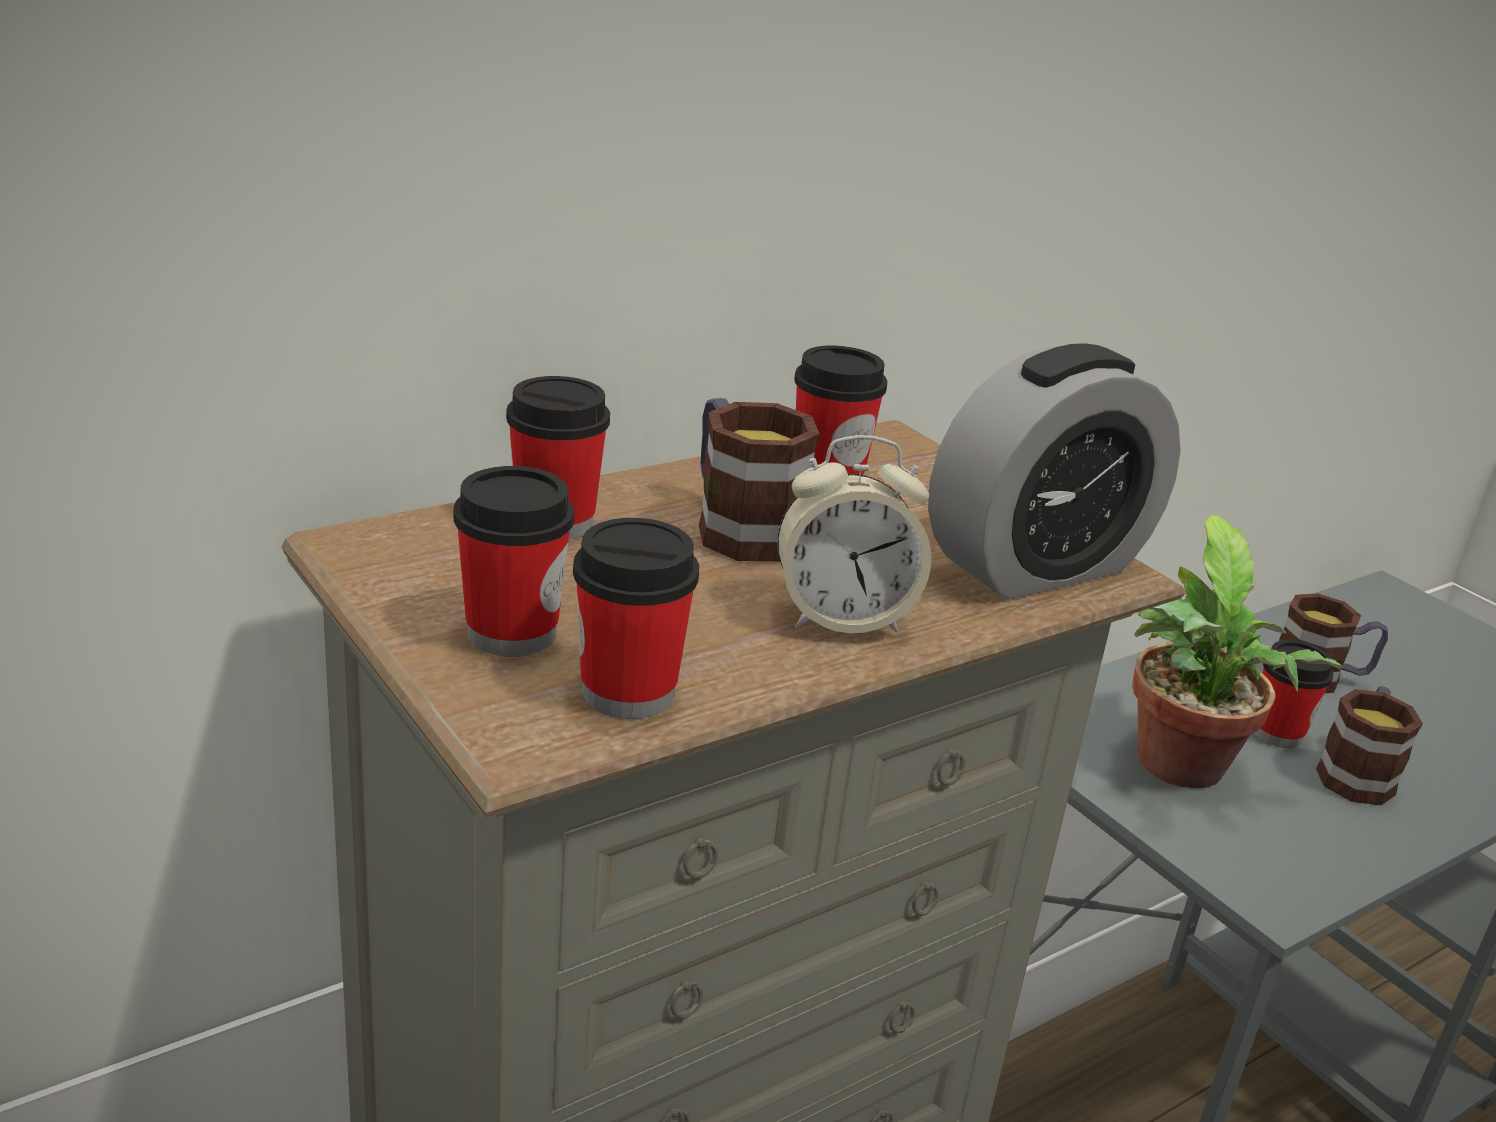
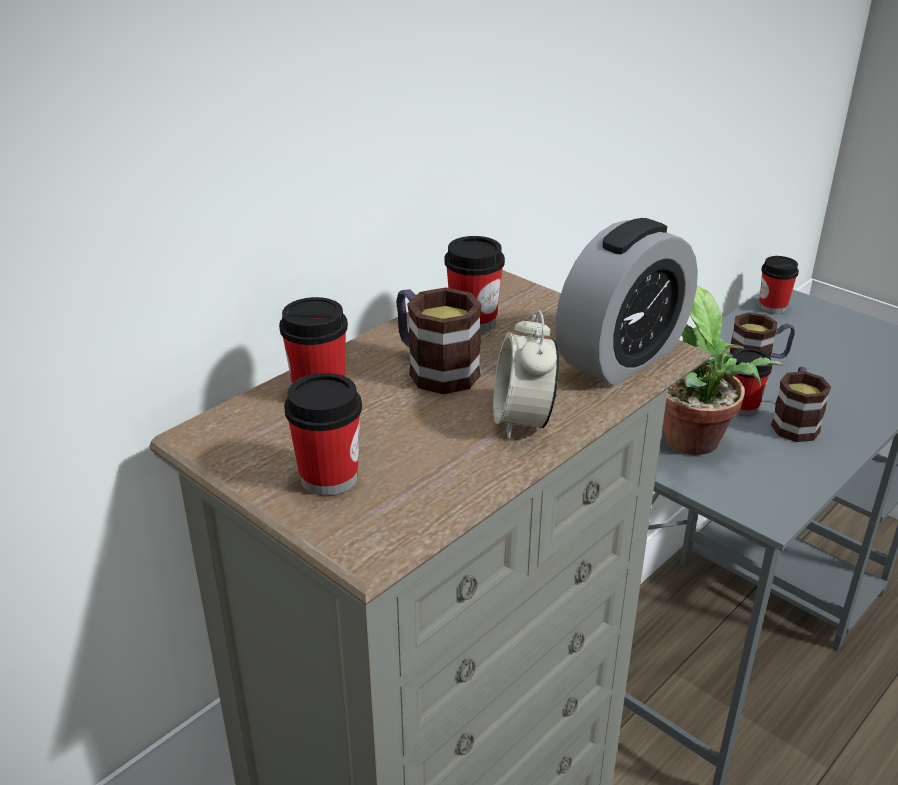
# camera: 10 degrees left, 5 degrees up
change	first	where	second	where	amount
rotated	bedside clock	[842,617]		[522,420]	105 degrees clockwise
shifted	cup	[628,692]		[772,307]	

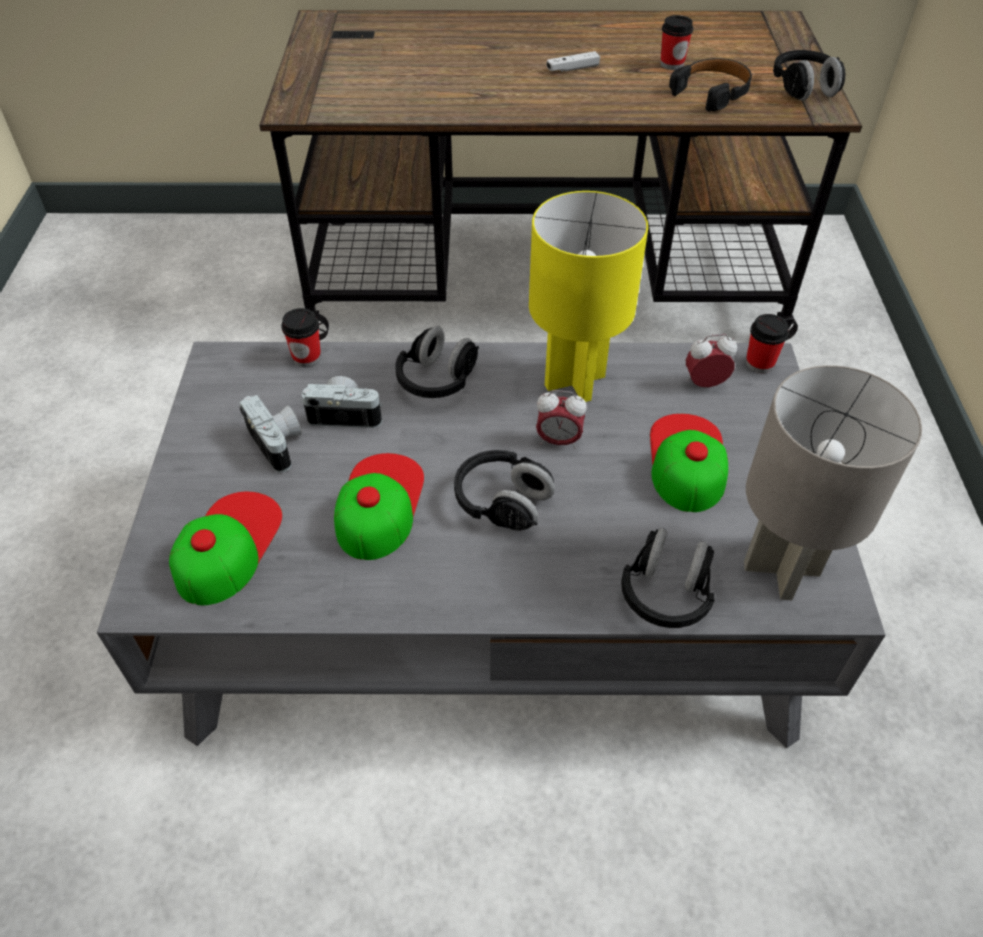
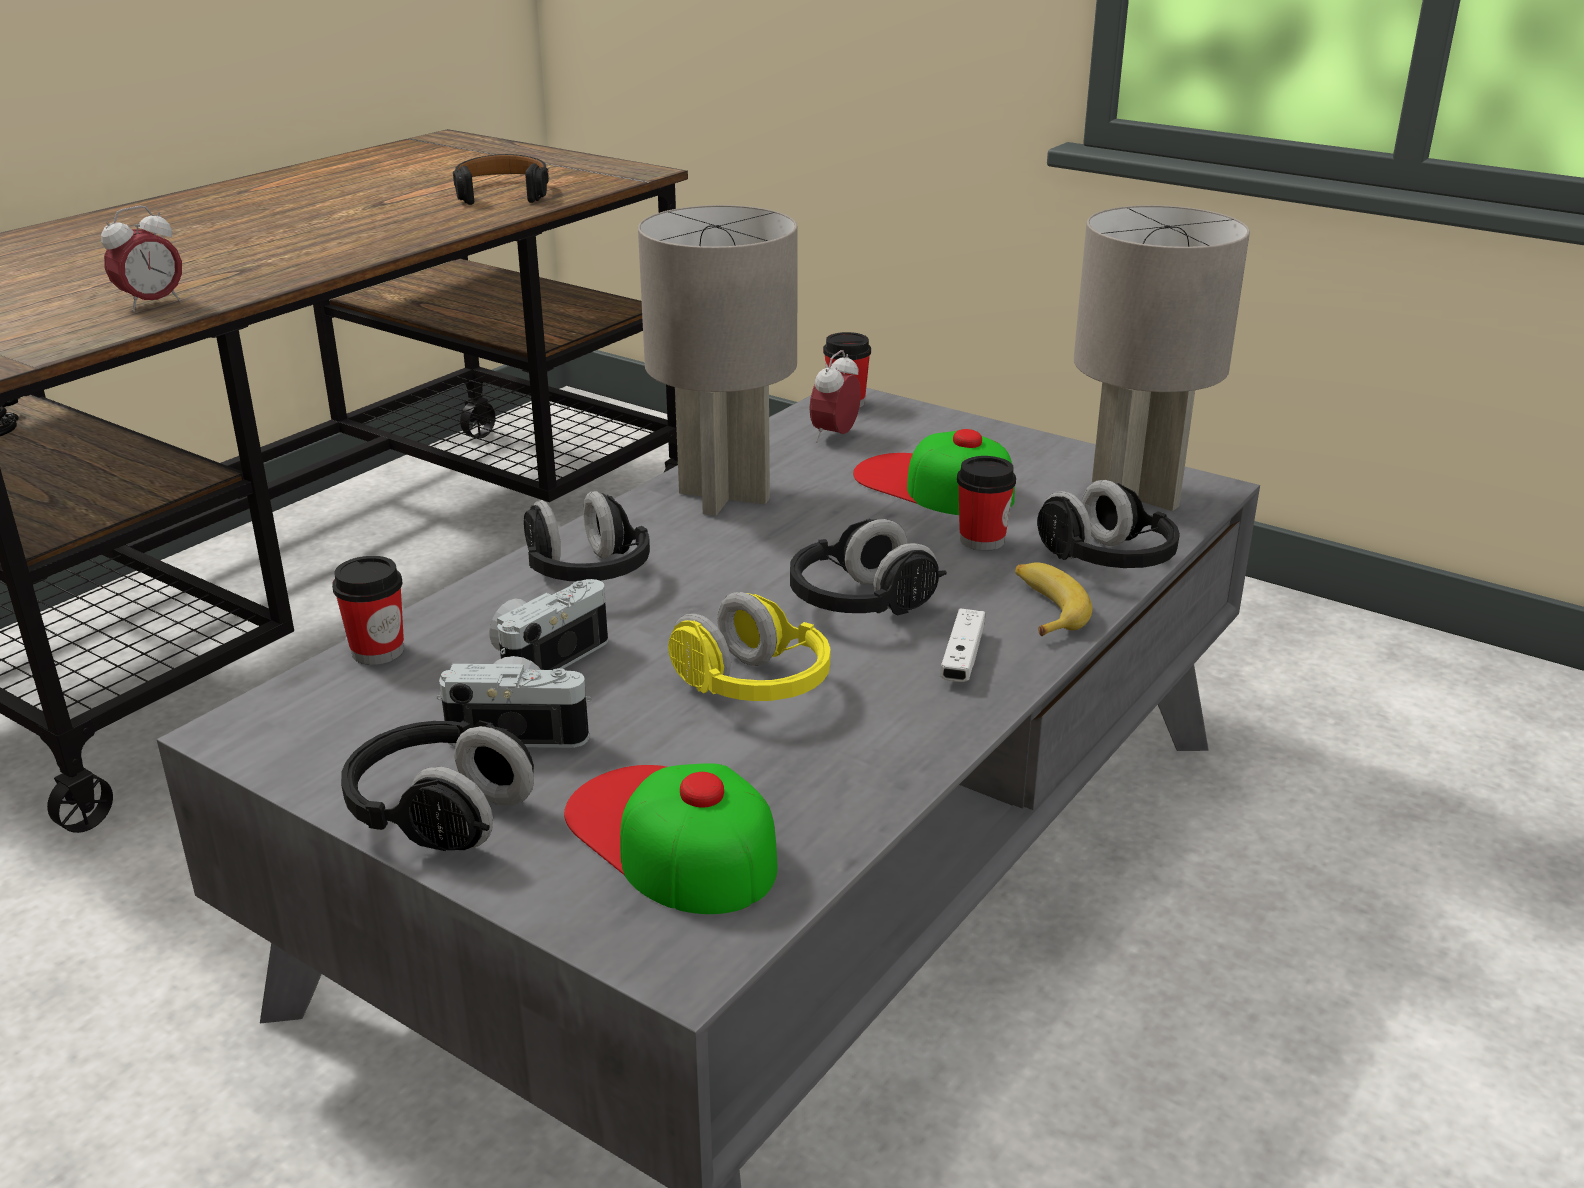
# camera: 55 degrees left, 20 degrees down
change	first	where	second	where	amount
shifted	cup	[672,64]		[982,540]	
shifted	blackish headphones	[803,89]		[440,815]	
shifted	whitish joypad	[572,69]		[962,658]	
repainted	yellowish table lamp	[576,381]	gray table lamp	[726,495]	
shifted	bedside clock	[558,441]		[152,304]	
swapped	peaked cap	[378,504]	yellowish headphones	[752,687]	
new			banana fruit	[1045,609]	

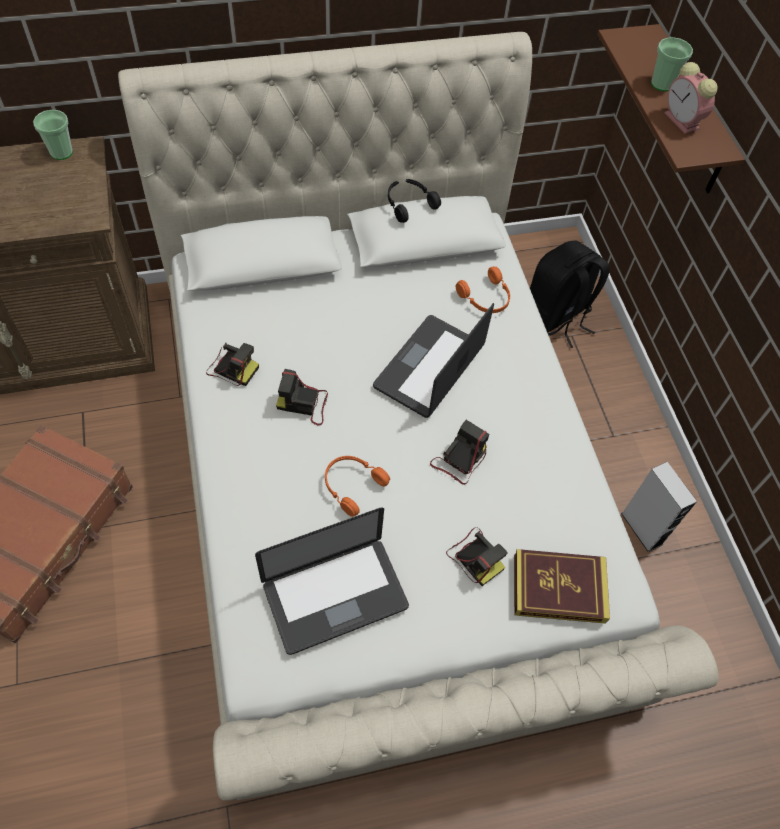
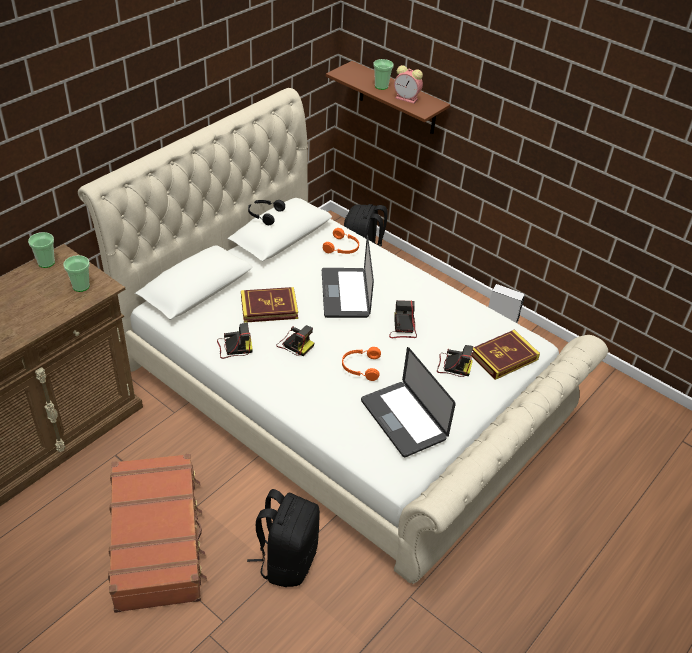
# camera: 35 degrees left, 15 degrees down
change	first	where	second	where	amount
rotated	photo camera	[304,404]		[295,344]	120 degrees counterclockwise
rotated	laptop	[335,596]		[403,419]	120 degrees clockwise
new			cup	[81,286]	
new			book	[269,308]	
new			blackish knapsack	[287,560]	

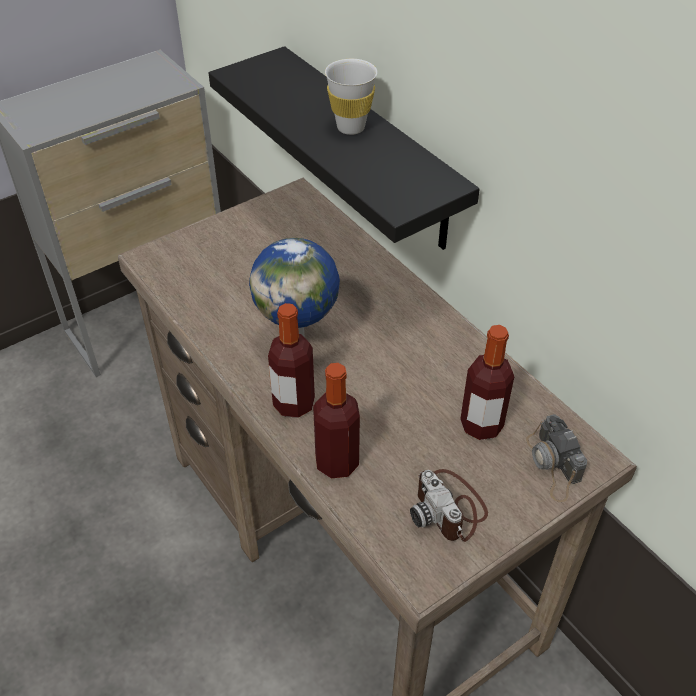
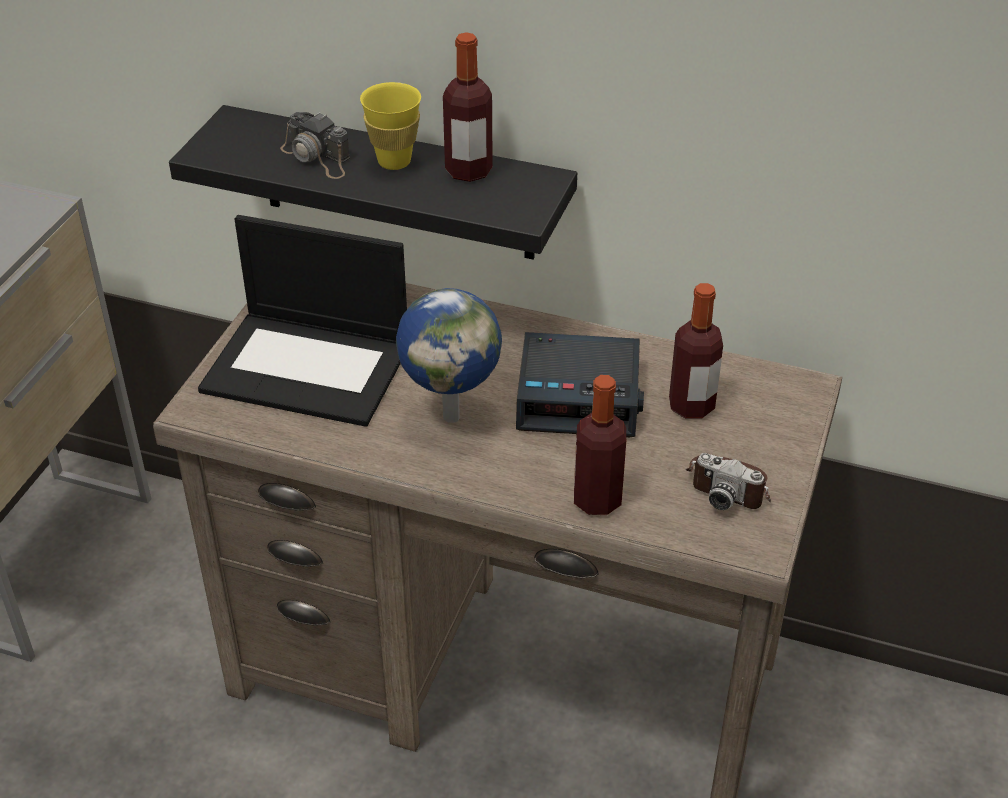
# camera: 35 degrees left, 5 degrees down
change	first	where	second	where	amount
repainted	whitish cup	[350,127]	yellowish cup	[394,161]	
shifted	beverage bottle	[294,403]		[468,171]	
shifted	photo camera	[553,465]		[317,157]	
new			laptop	[309,367]	
new			bedside clock	[580,396]	

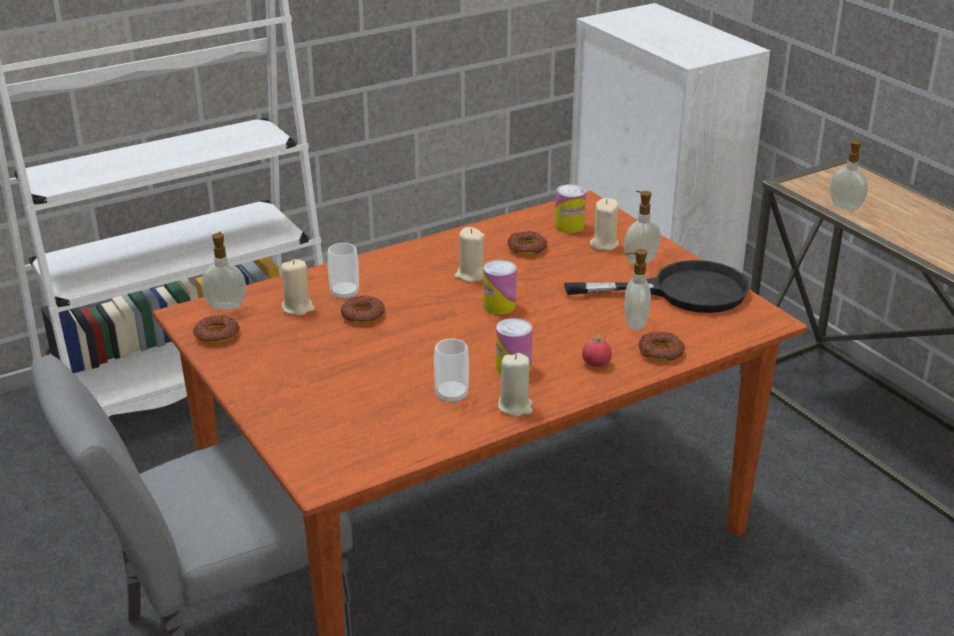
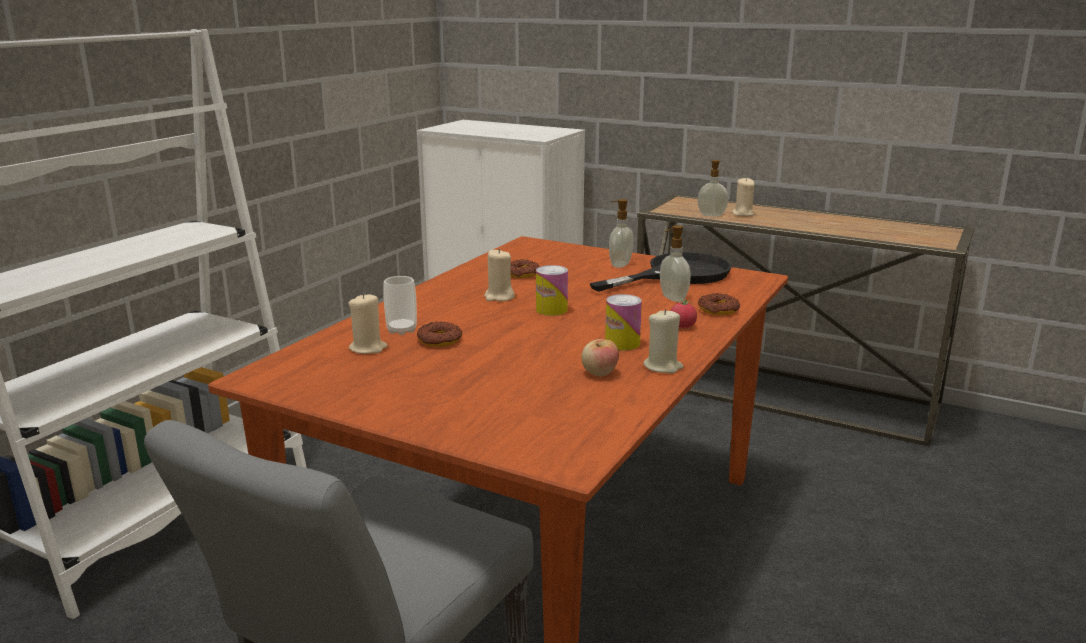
# camera: 30 degrees left, 10 degrees down
change	first	where	second	where	amount
gone	can	[569,226]			
shifted	beige wax candle	[604,244]		[742,214]	
gone	soap dispenser	[226,306]			
gone	donut	[217,335]			
swapped	cup	[451,396]	whole apple	[599,373]	

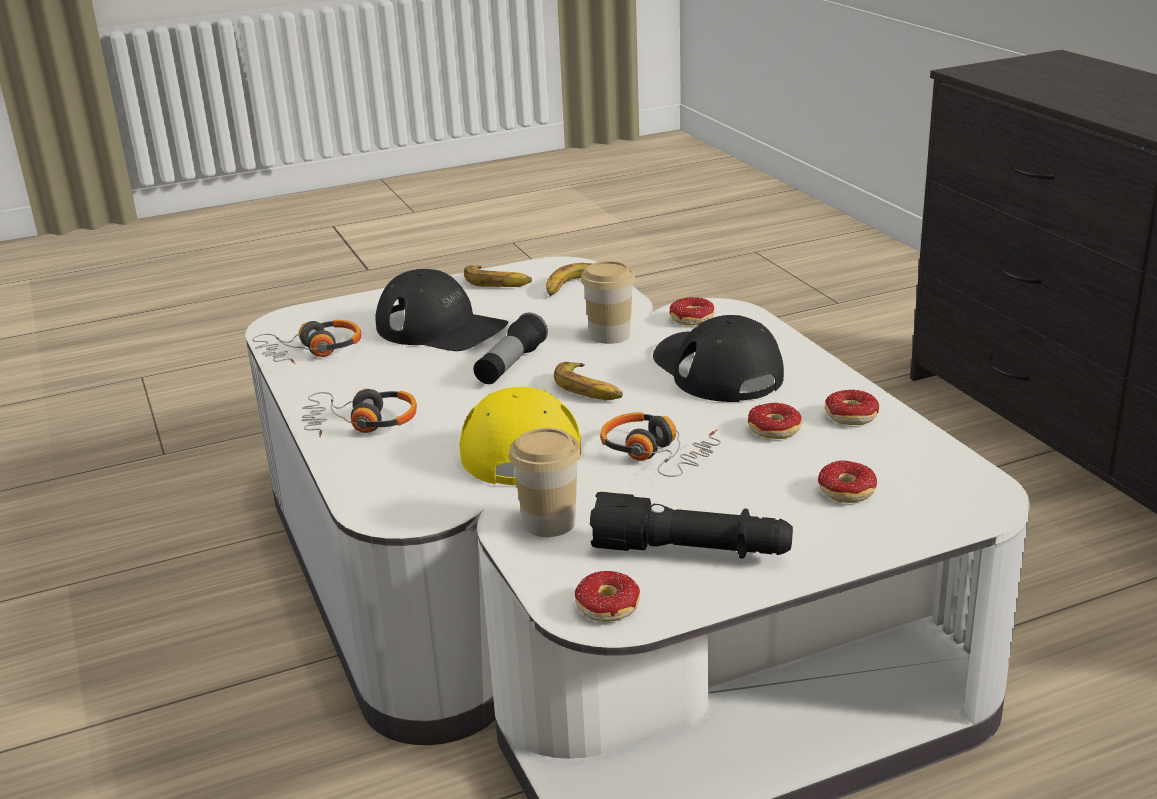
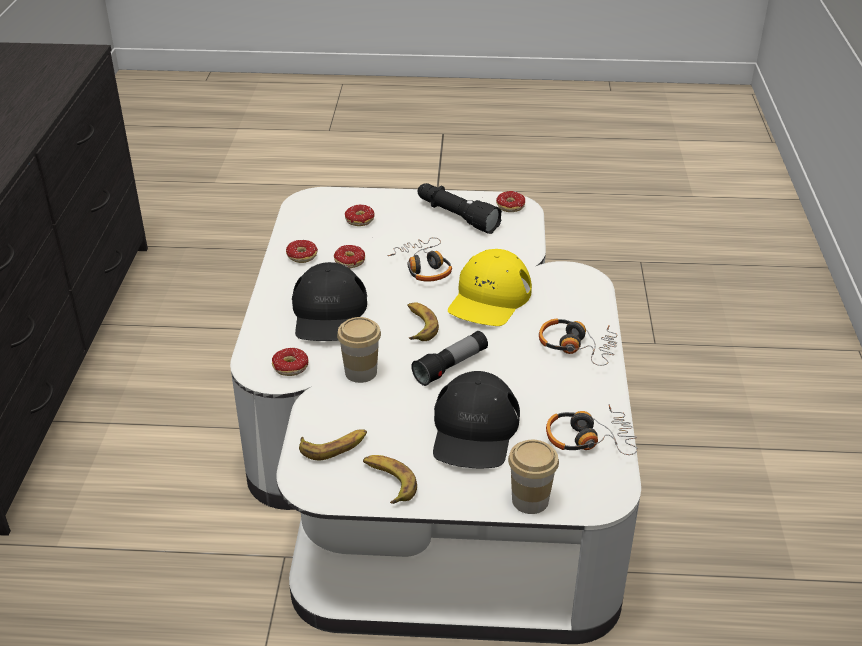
# camera: 155 degrees left, 10 degrees up
change	first	where	second	where	amount
rotated	blackish peaked cap	[441,328]		[474,430]	135 degrees counterclockwise
shifted	cup	[549,522]		[530,500]	

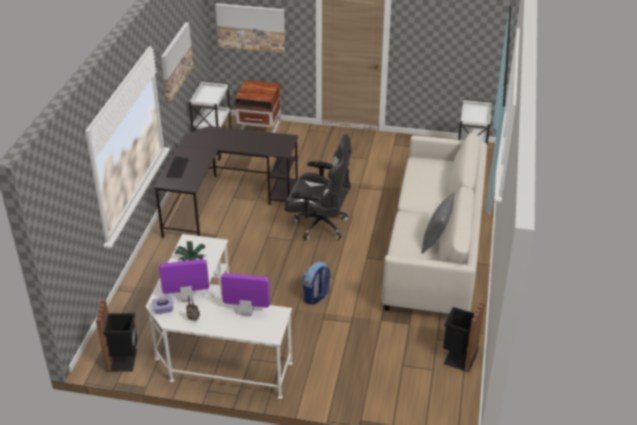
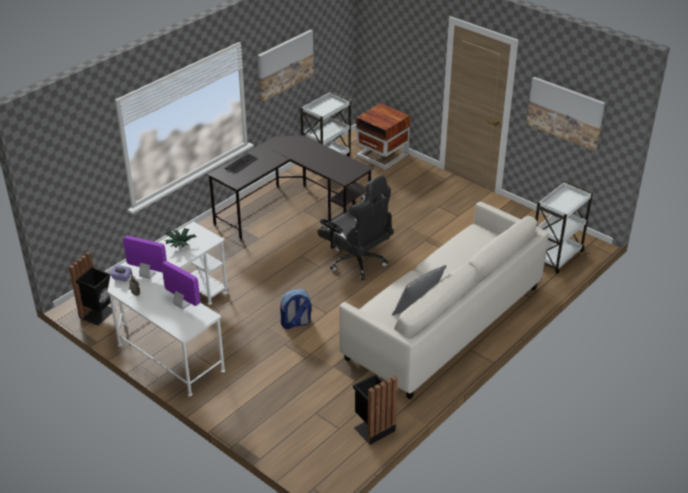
# camera: 30 degrees right, 0 degrees up
change	first	where	second	where	amount
shifted	picture	[251,27]		[565,112]	

